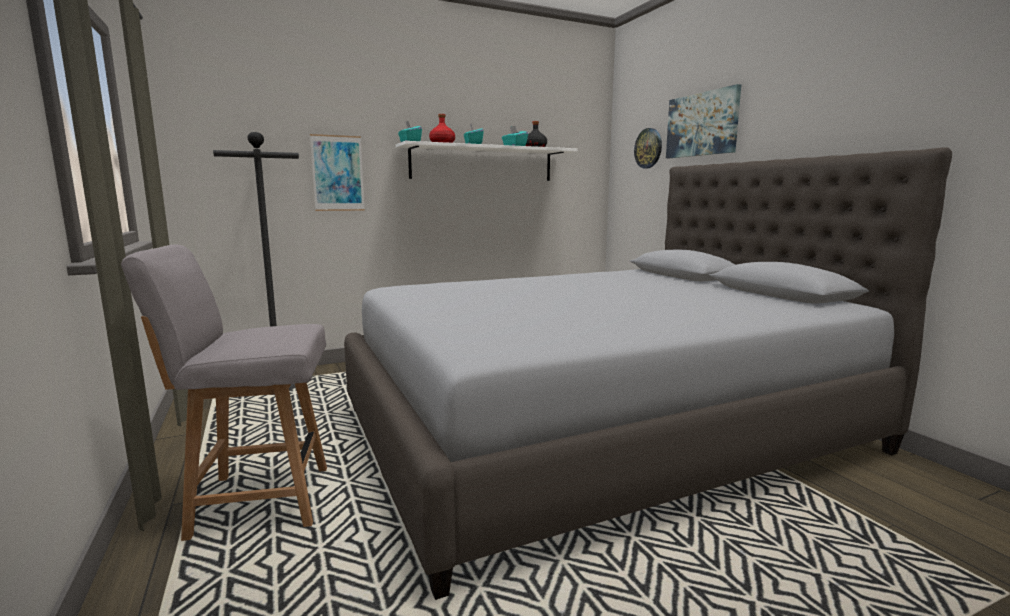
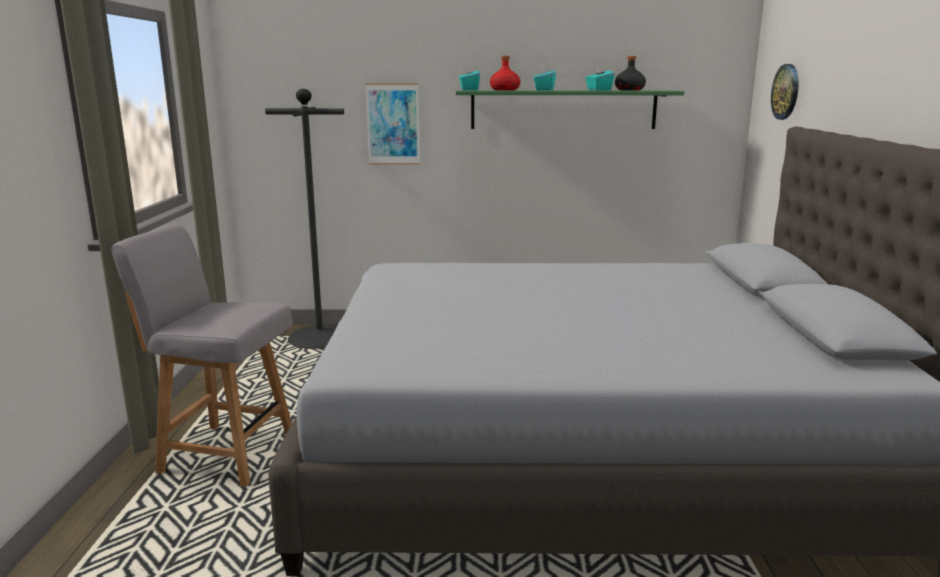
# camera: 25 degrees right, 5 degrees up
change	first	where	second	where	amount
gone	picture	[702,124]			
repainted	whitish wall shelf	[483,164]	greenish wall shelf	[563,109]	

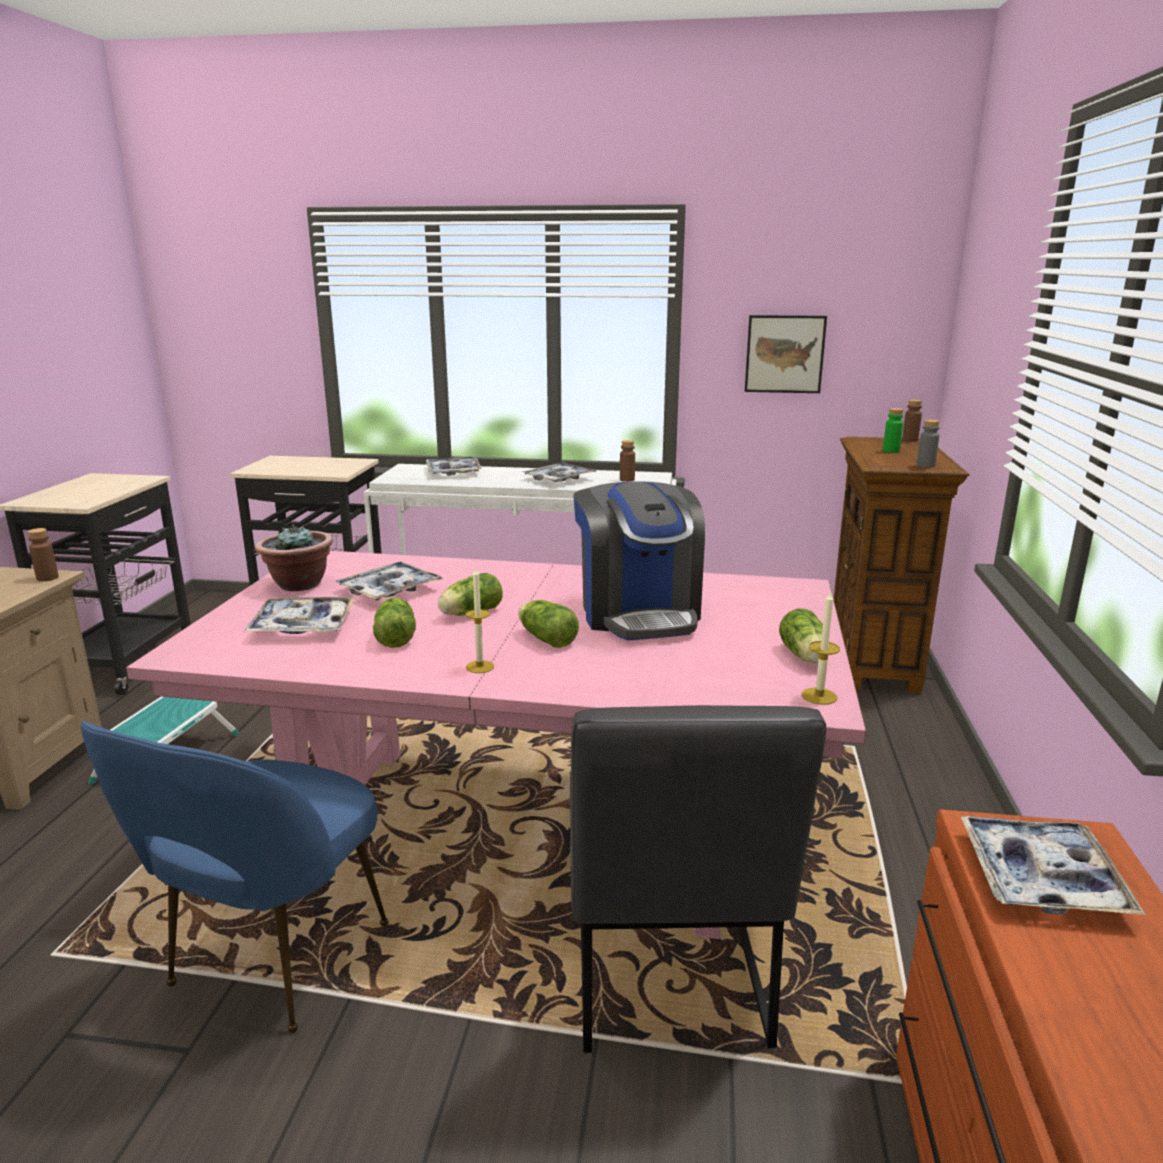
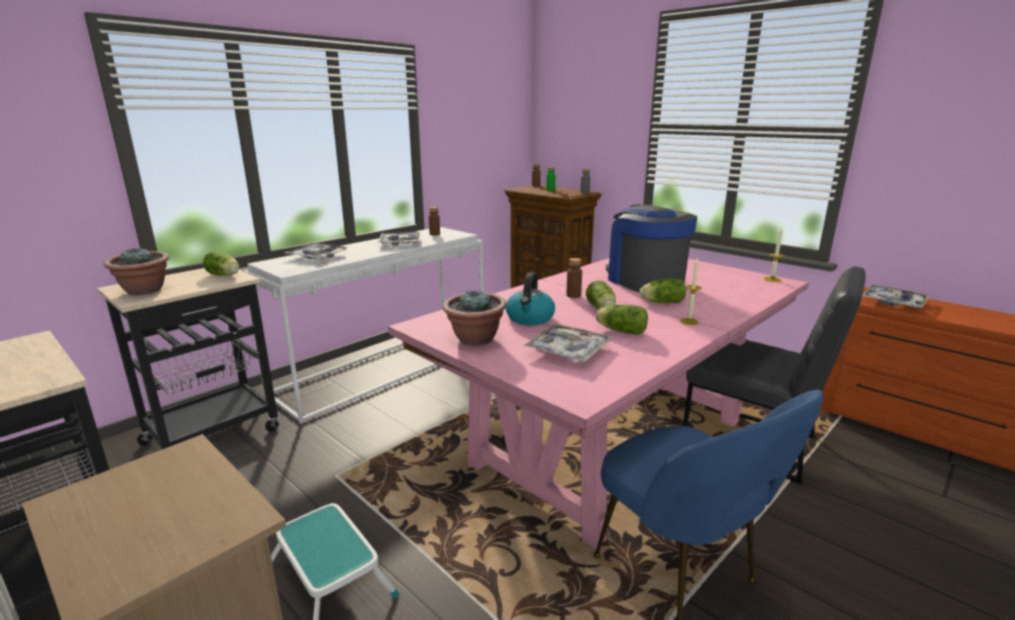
# camera: 55 degrees left, 0 degrees up
change	first	where	second	where	amount
gone	picture	[784,354]			
rotated	coffee machine	[638,613]		[644,281]	135 degrees counterclockwise
shifted	brownish beverage bottle	[47,578]		[573,295]	
swapped	tray	[389,590]	kettle	[530,318]	
shifted	head of lettuce	[804,657]		[224,275]	
new			plant in a pot	[145,291]	

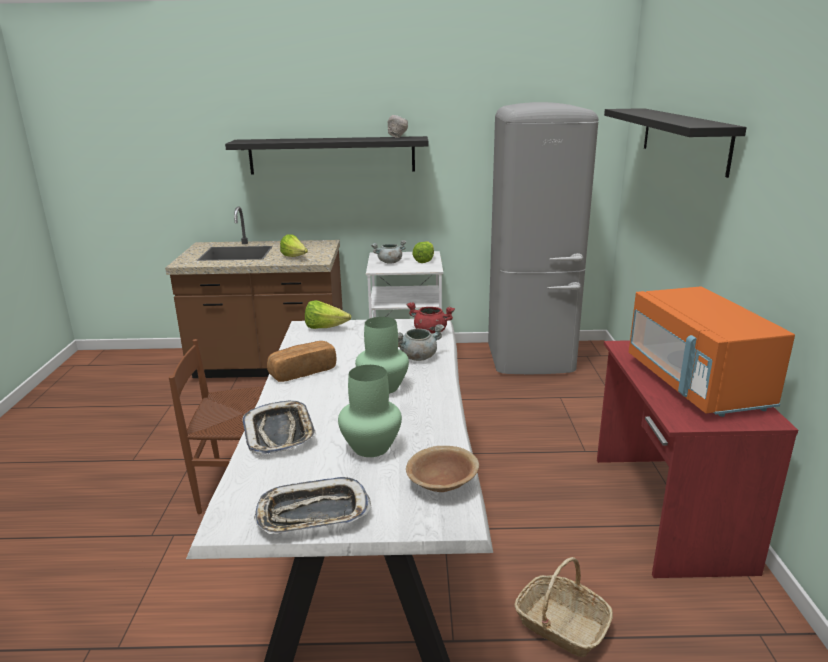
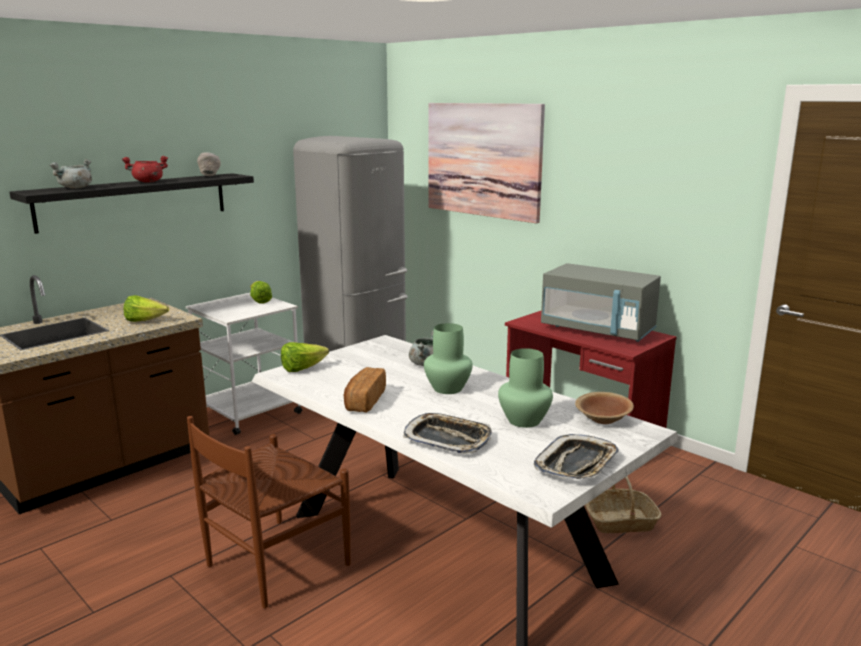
# camera: 45 degrees left, 5 degrees down
change	first	where	second	where	amount
swapped	blackish wall shelf	[683,138]	picture	[483,160]	
shifted	gray saucepot	[389,262]		[75,188]	
repainted	orange-coloured microwave oven	[696,384]	gray microwave oven	[598,330]	
shifted	reddish saucepot	[430,332]		[148,182]	

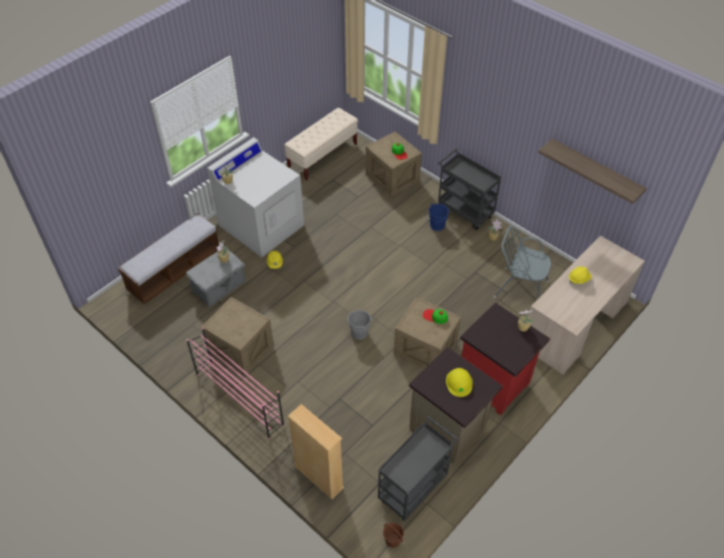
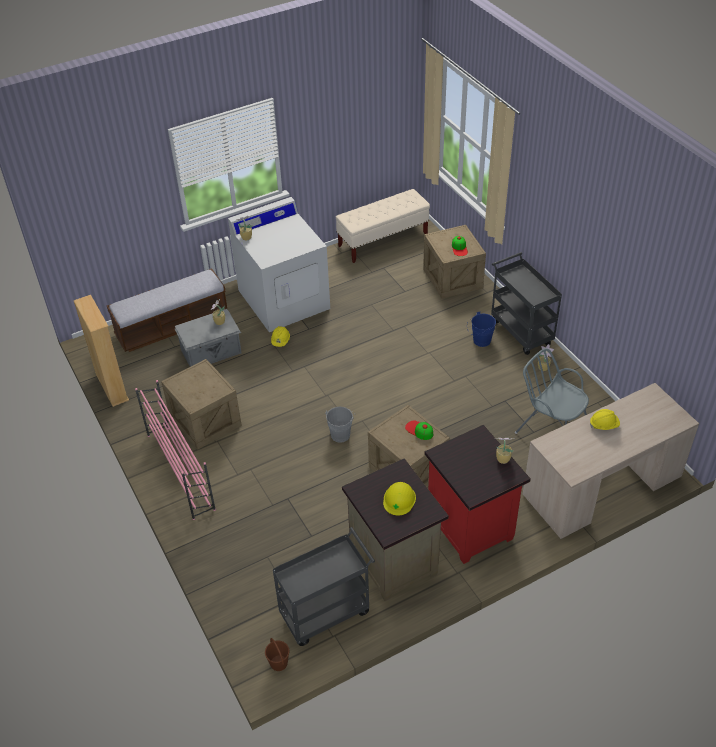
# camera: 20 degrees right, 5 degrees down
change	first	where	second	where	amount
gone	wall shelf	[595,170]			
shifted	beige shelving unit	[319,477]		[112,387]	

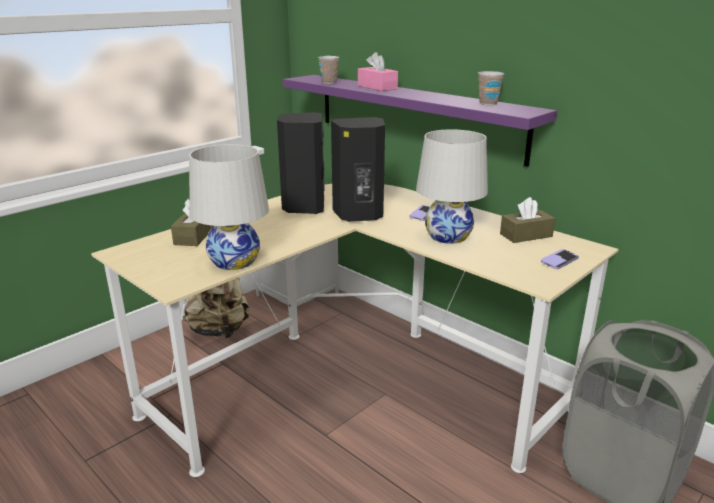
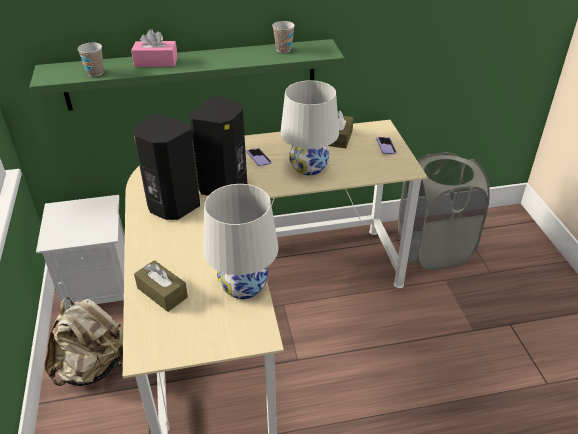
# camera: 55 degrees left, 15 degrees up
change	first	where	second	where	amount
repainted	purplish wall shelf	[415,115]	greenish wall shelf	[192,74]	

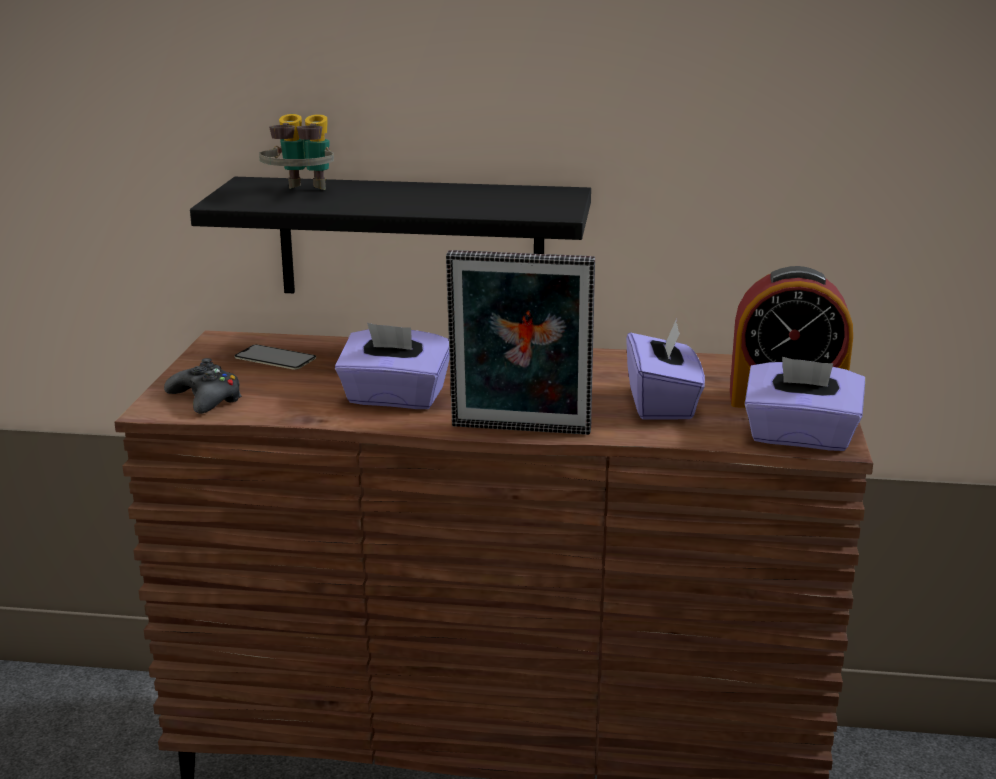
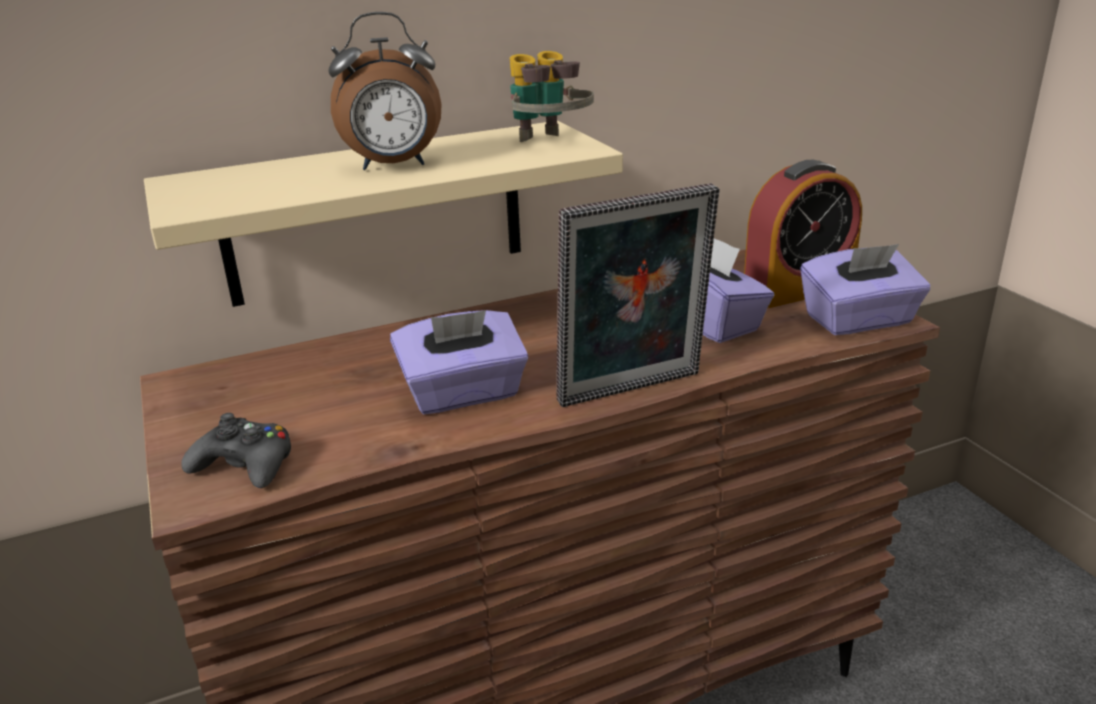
# camera: 30 degrees left, 5 degrees up
change	first	where	second	where	amount
shifted	field glasses	[302,193]		[548,144]	
repainted	blackish wall shelf	[411,240]	beige wall shelf	[375,213]	
gone	phone	[275,358]			
new			bedside clock	[393,166]	

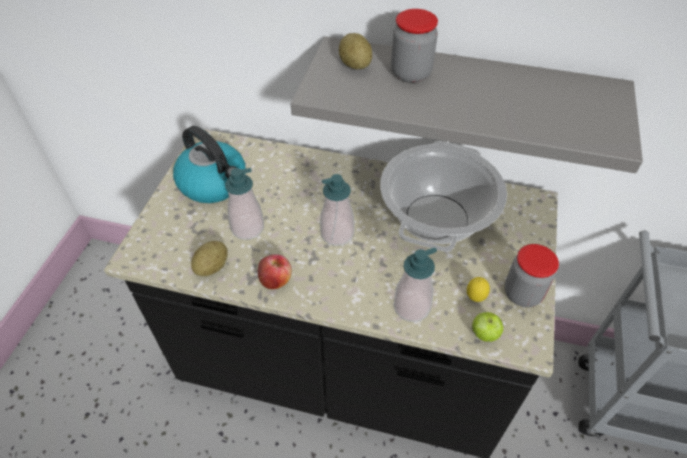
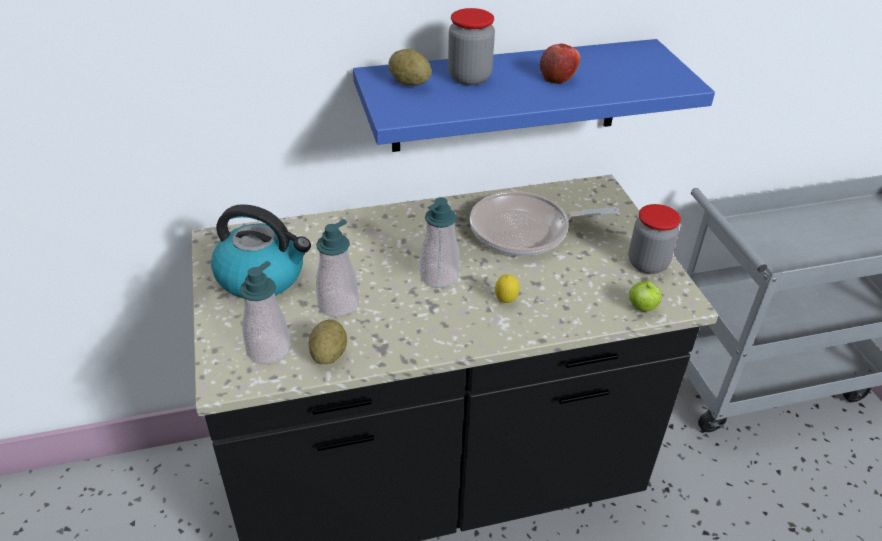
# camera: 30 degrees left, 10 degrees down
change	first	where	second	where	amount
repainted	gray wall shelf	[464,95]	bluish wall shelf	[507,96]	
swapped	saucepot	[437,219]	skillet	[525,231]	
shifted	soap dispenser	[411,307]		[268,349]	
shifted	whole apple	[276,280]		[558,77]	
shifted	citrus fruit	[475,298]		[505,301]	

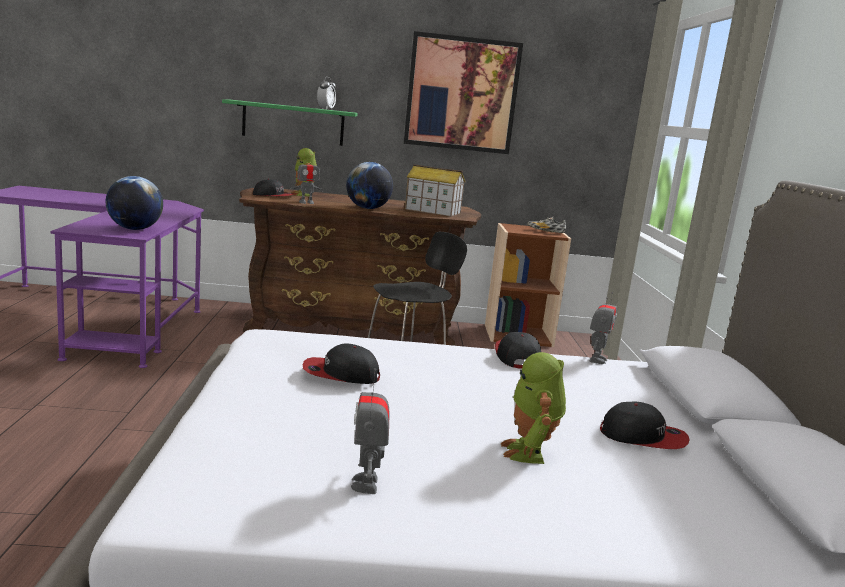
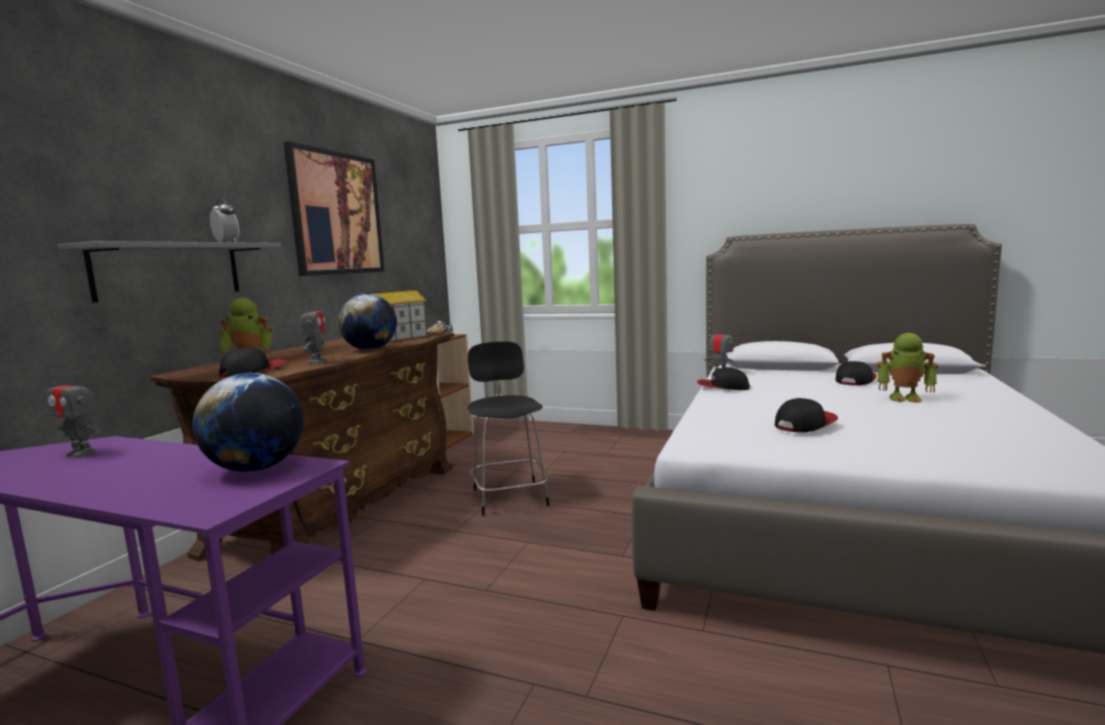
# camera: 65 degrees left, 5 degrees down
change	first	where	second	where	amount
repainted	greenish wall shelf	[293,123]	gray wall shelf	[169,270]	
rotated	peaked cap	[340,374]		[805,423]	150 degrees counterclockwise
shifted	toy robot	[366,484]		[81,454]	

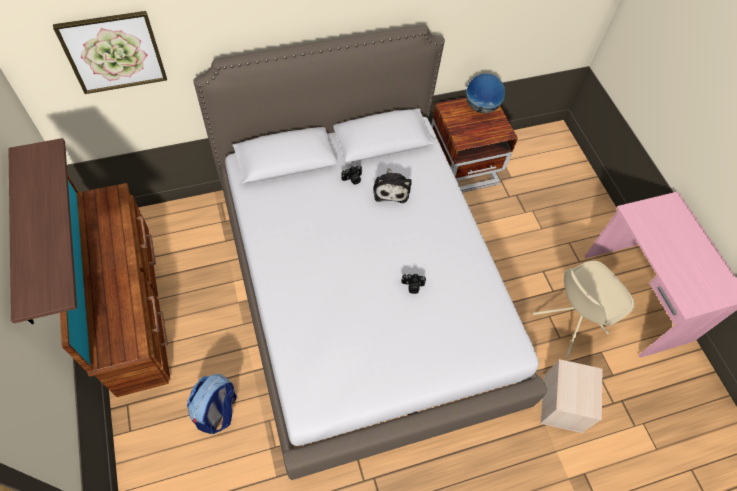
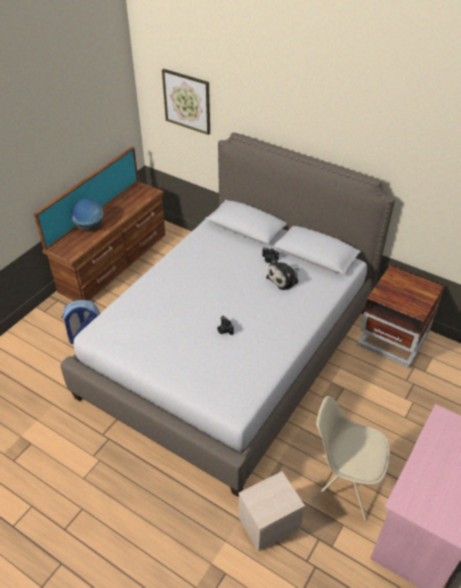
# camera: 55 degrees right, 15 degrees down
change	first	where	second	where	amount
shifted	world globe	[481,107]		[89,227]	
gone	wall shelf	[19,239]			

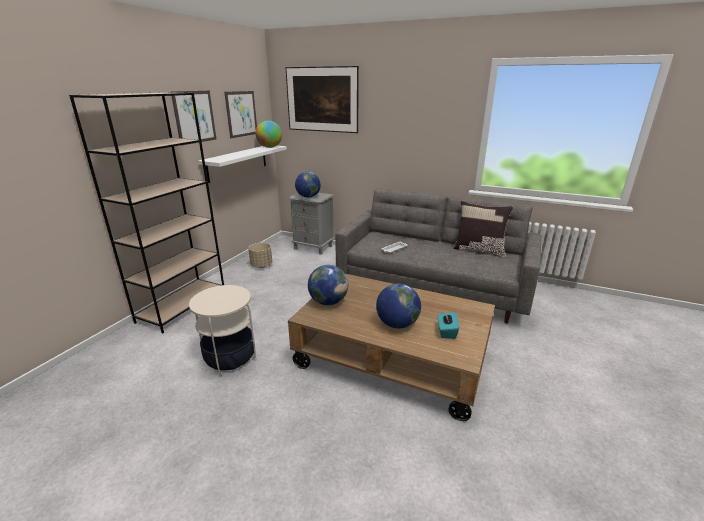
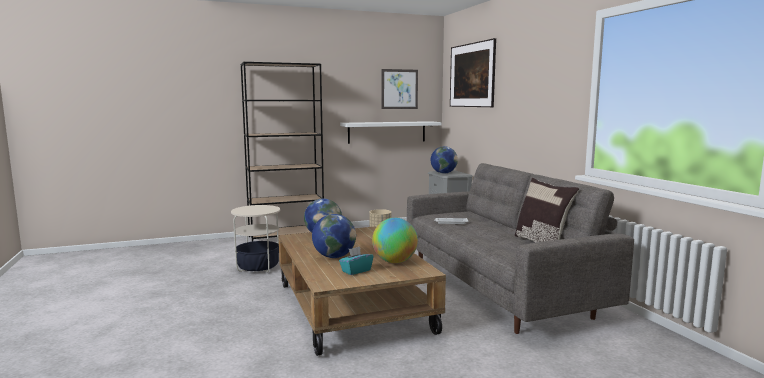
# camera: 45 degrees right, 15 degrees down
change	first	where	second	where	amount
gone	picture	[194,117]			
shifted	world globe	[269,147]		[394,262]	

